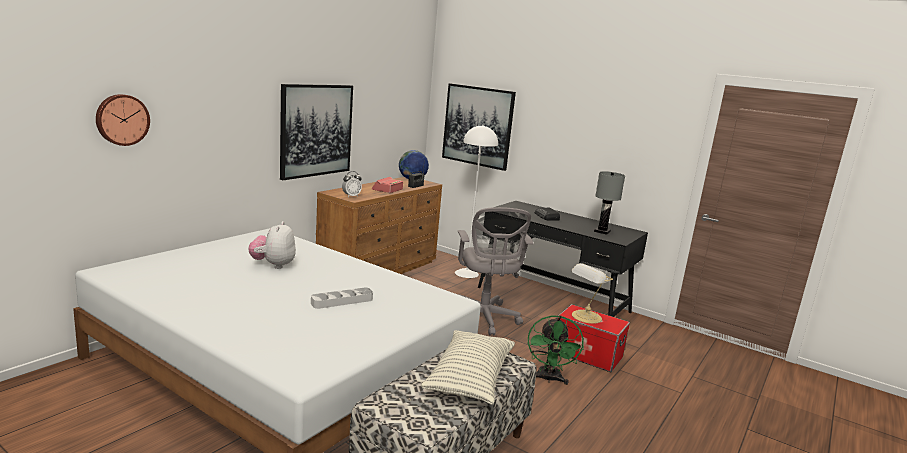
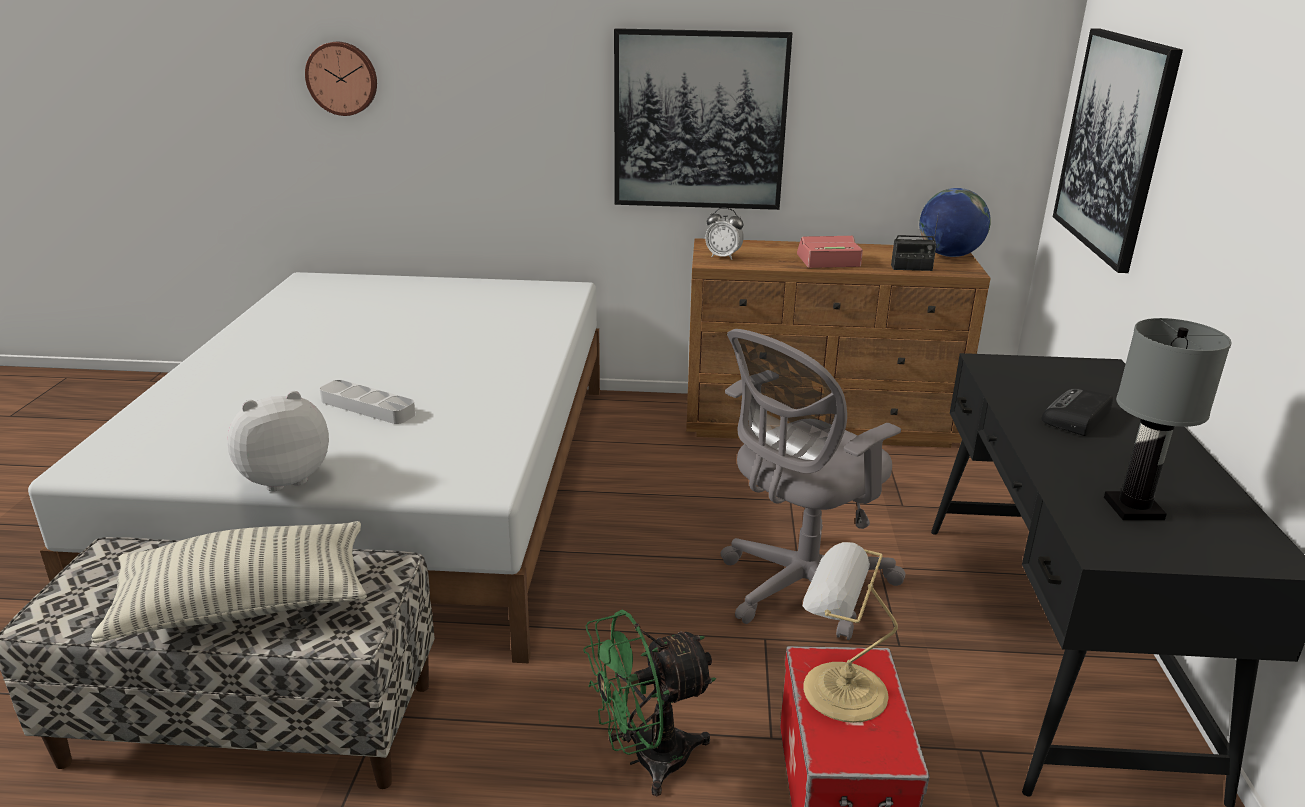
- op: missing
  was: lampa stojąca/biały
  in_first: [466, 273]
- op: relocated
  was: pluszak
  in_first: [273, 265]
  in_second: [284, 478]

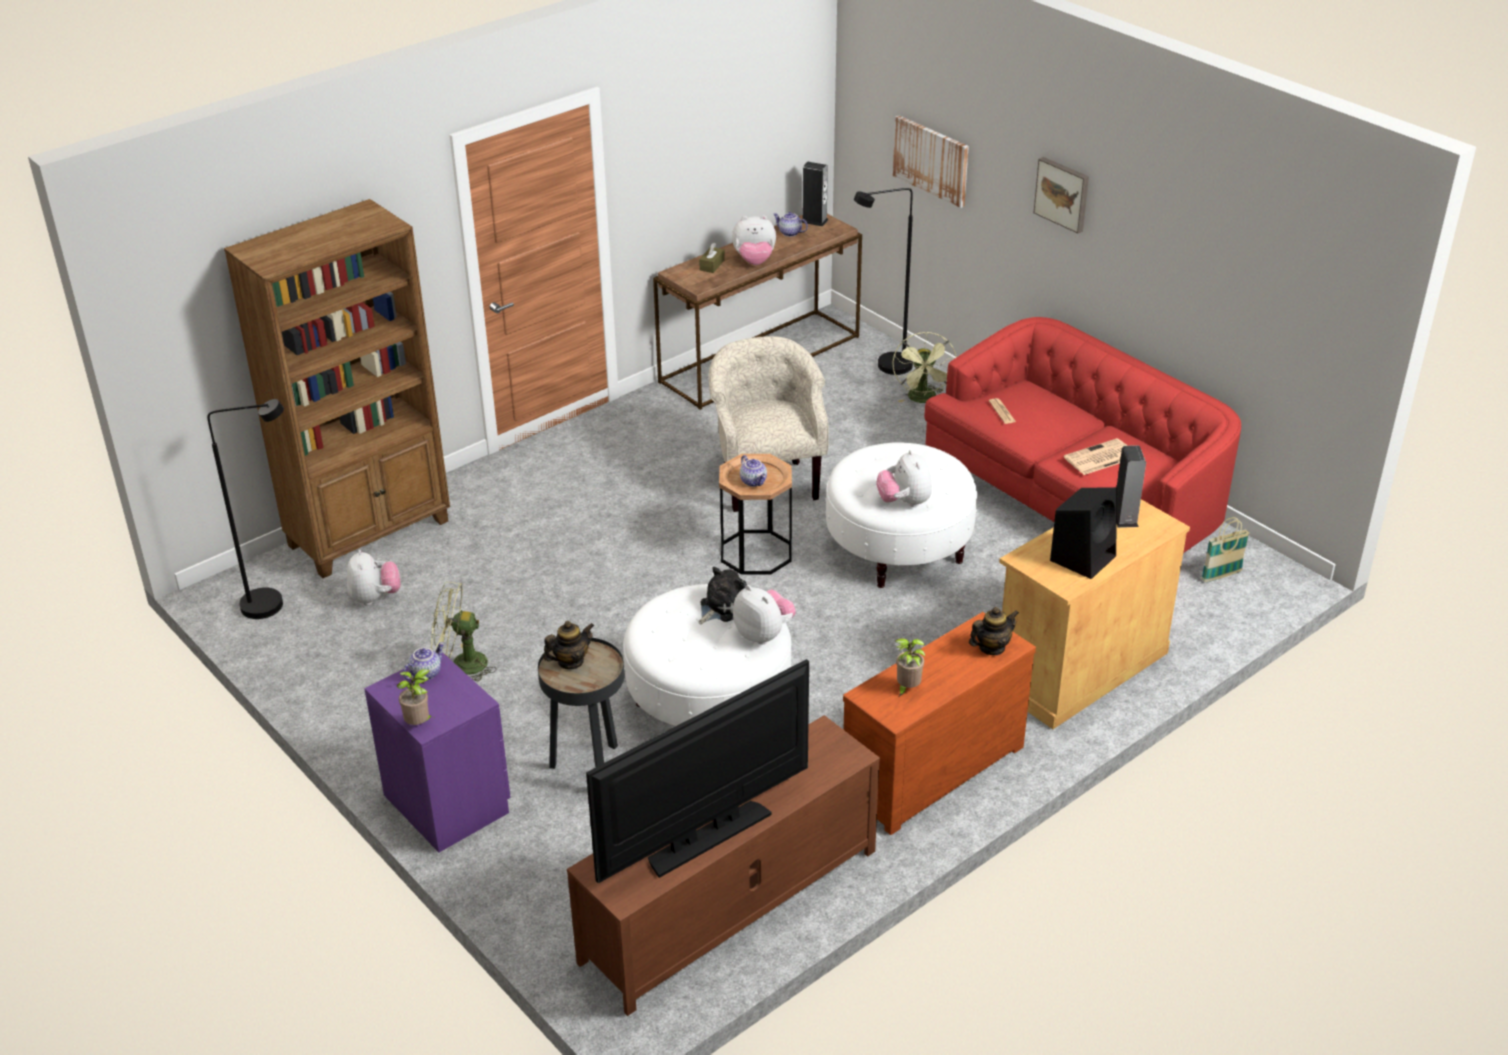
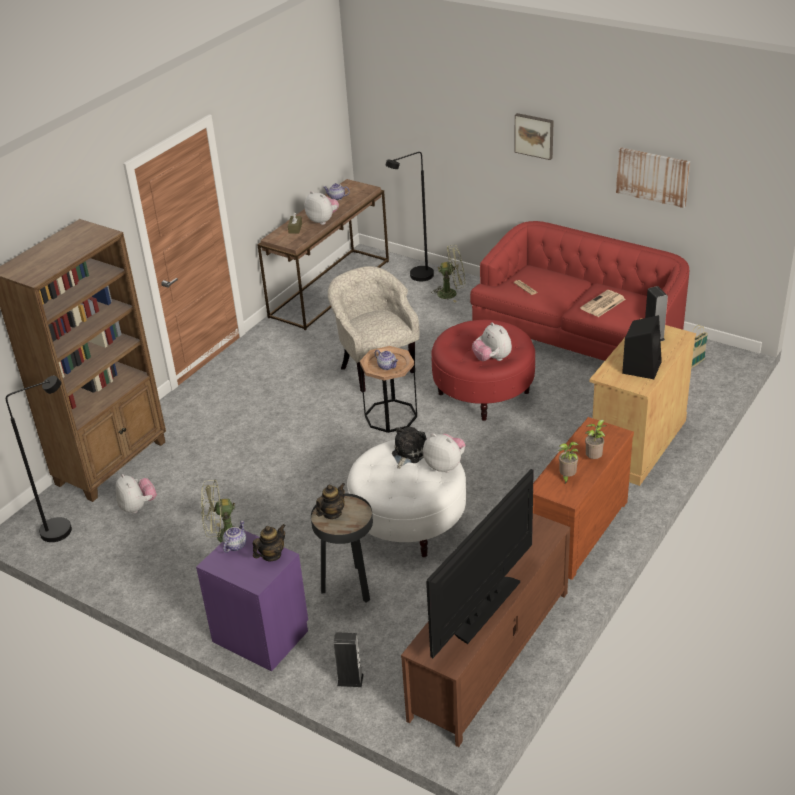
- op: relocated
  was: roślina doniczkowa
  in_first: [419, 724]
  in_second: [594, 458]
- op: relocated
  was: głośnik
  in_first: [814, 221]
  in_second: [350, 680]
- op: relocated
  was: obraz
  in_first: [931, 160]
  in_second: [652, 176]
- op: relocated
  was: imbryk
  in_first: [991, 648]
  in_second: [271, 555]
- op: colour
  was: pufa/biały
  now: pufa/czerwony
  in_first: [899, 549]
  in_second: [484, 393]
- op: spun
  was: pluszak
  in_first: [754, 261]
  in_second: [323, 220]
  clockwise: -120
- op: spun
  was: wentylator/zielony
  in_first: [923, 399]
  in_second: [451, 293]
  clockwise: -75

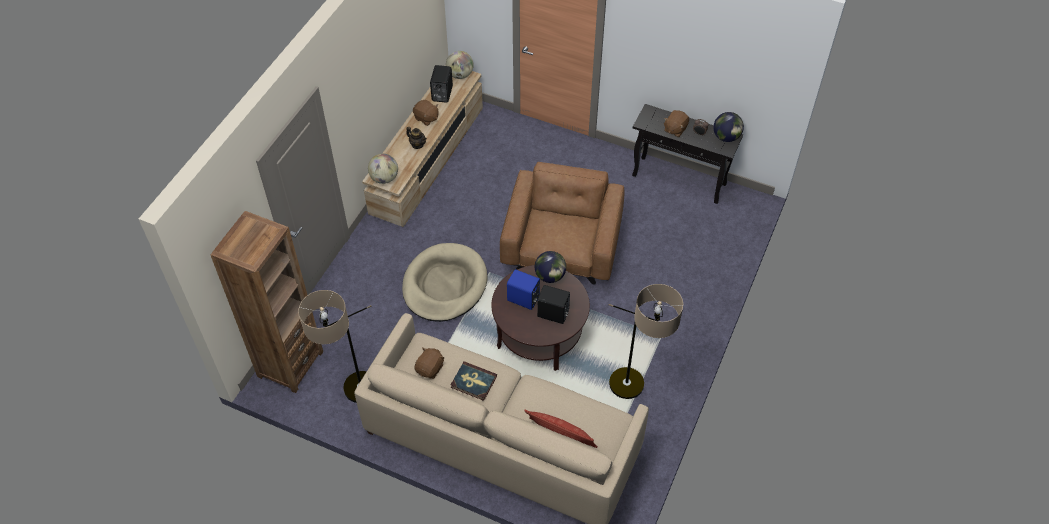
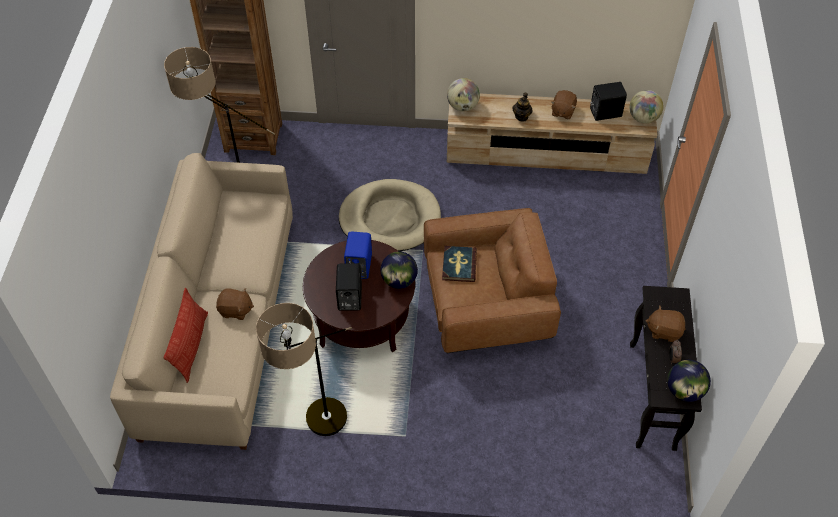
- op: relocated
  was: pluszak/brązowy
  in_first: [430, 368]
  in_second: [235, 310]
- op: relocated
  was: książka
  in_first: [473, 382]
  in_second: [459, 265]

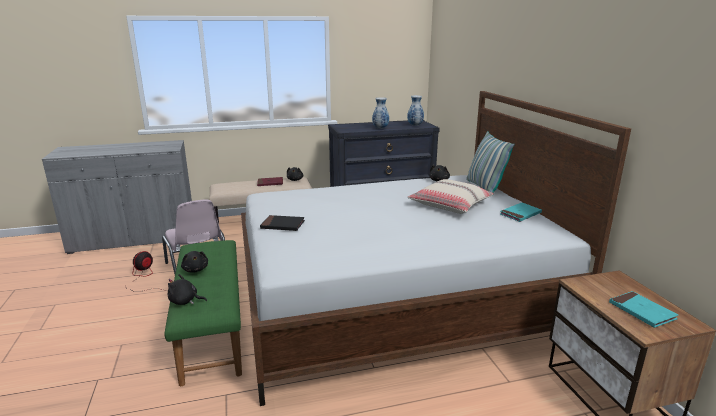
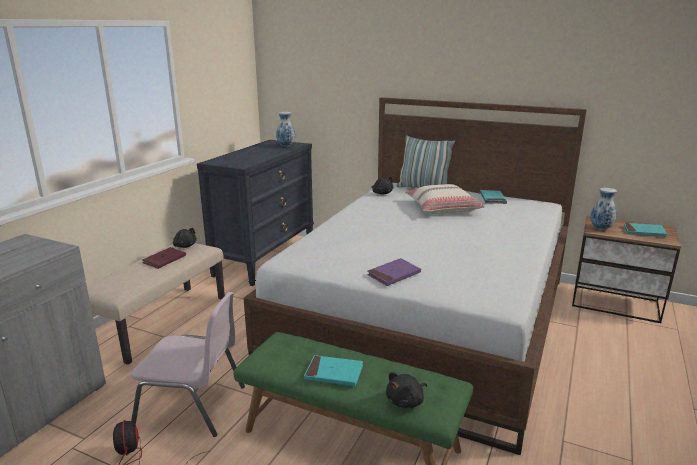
- op: relocated
  was: wazon
  in_first: [380, 128]
  in_second: [600, 228]
- op: exchanged
  was: pluszak/czarny
  now: książka/turkusowy
  in_first: [195, 269]
  in_second: [334, 373]
- op: colour
  was: książka/czarny
  now: książka/fioletowy
  in_first: [282, 225]
  in_second: [394, 274]

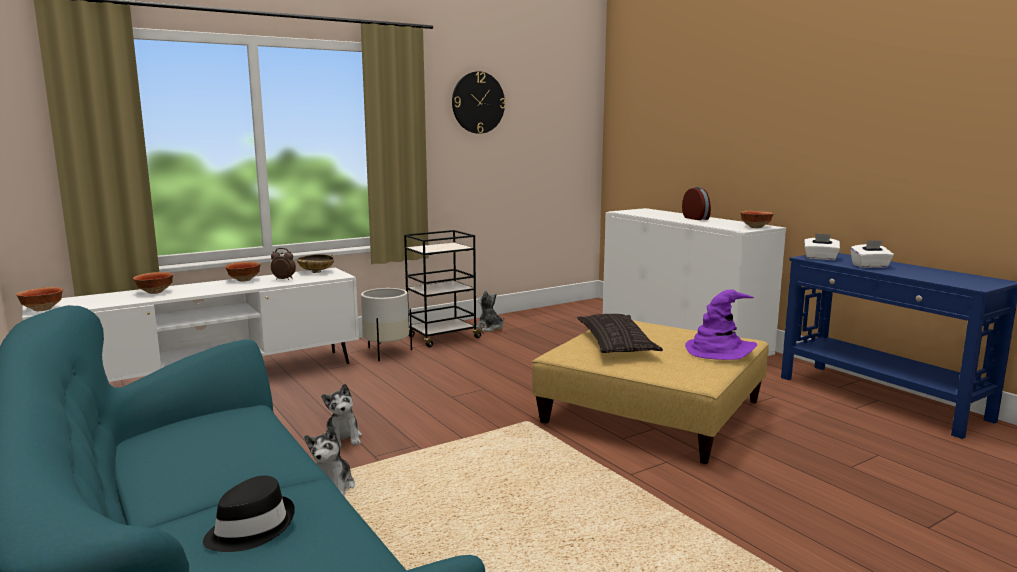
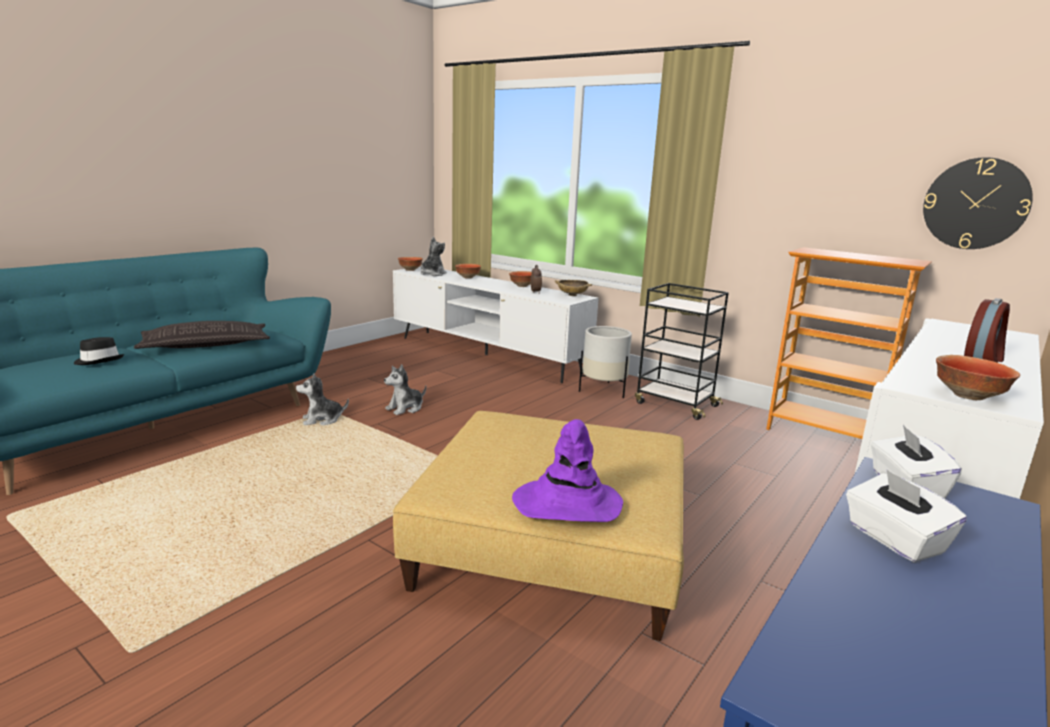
- op: appeared
  now: regał
  in_second: [823, 435]
- op: relocated
  was: zegar ścienny
  in_first: [478, 102]
  in_second: [975, 204]
- op: relocated
  was: pluszak
  in_first: [489, 328]
  in_second: [432, 274]
- op: relocated
  was: poduszka
  in_first: [616, 342]
  in_second: [206, 345]

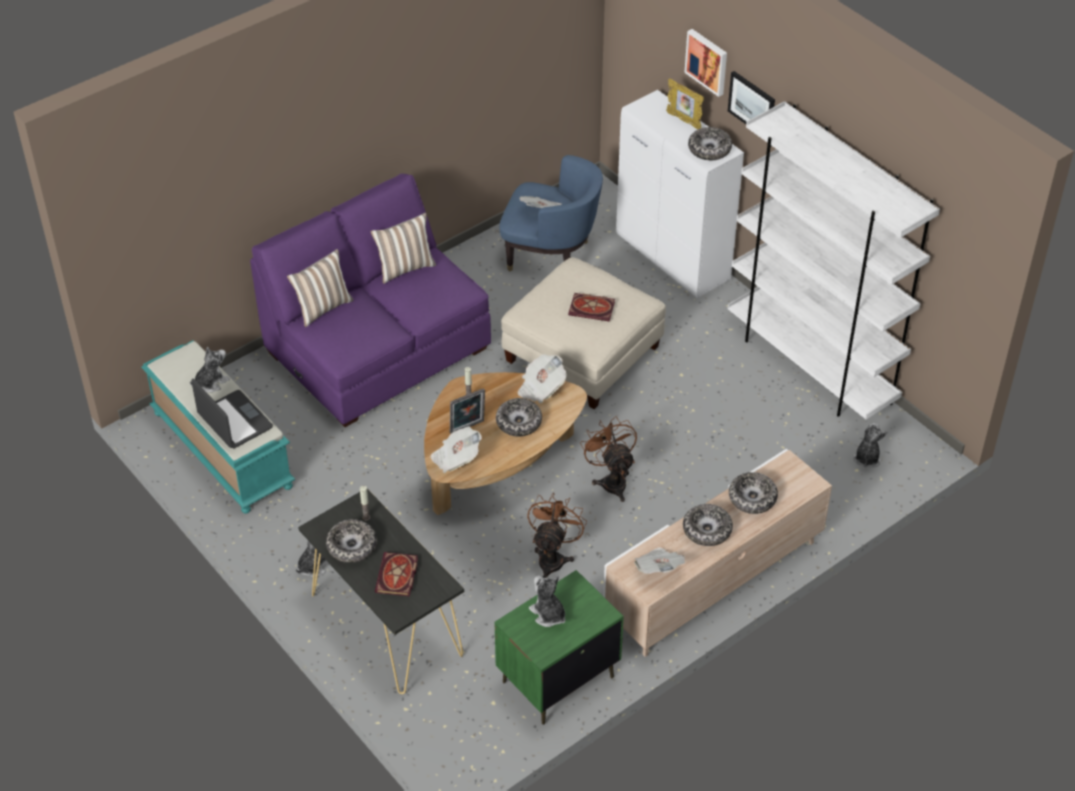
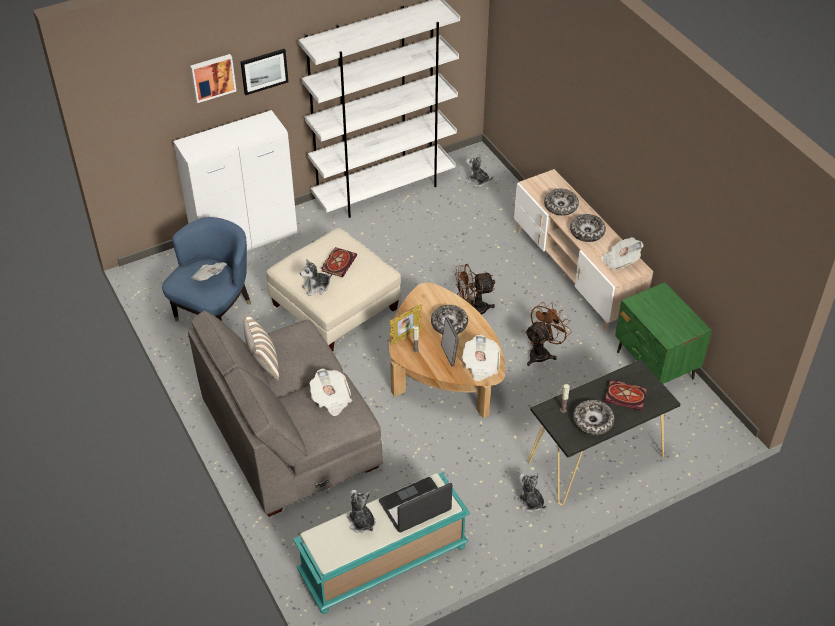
- op: missing
  was: poduszka
  in_first: [322, 308]
- op: missing
  was: miska
  in_first: [709, 149]
- op: relocated
  was: gazeta
  in_first: [541, 388]
  in_second: [331, 399]
- op: relocated
  was: pluszak
  in_first: [548, 614]
  in_second: [316, 287]
- op: relocated
  was: ramka na zdjęcie
  in_first: [684, 121]
  in_second: [405, 337]
- op: colour
  was: kanapa/fioletowy
  now: kanapa/szary
  in_first: [378, 351]
  in_second: [291, 436]
- op: spun
  was: wentylator/brązowy
  in_first: [553, 558]
  in_second: [542, 353]
  clockwise: 105

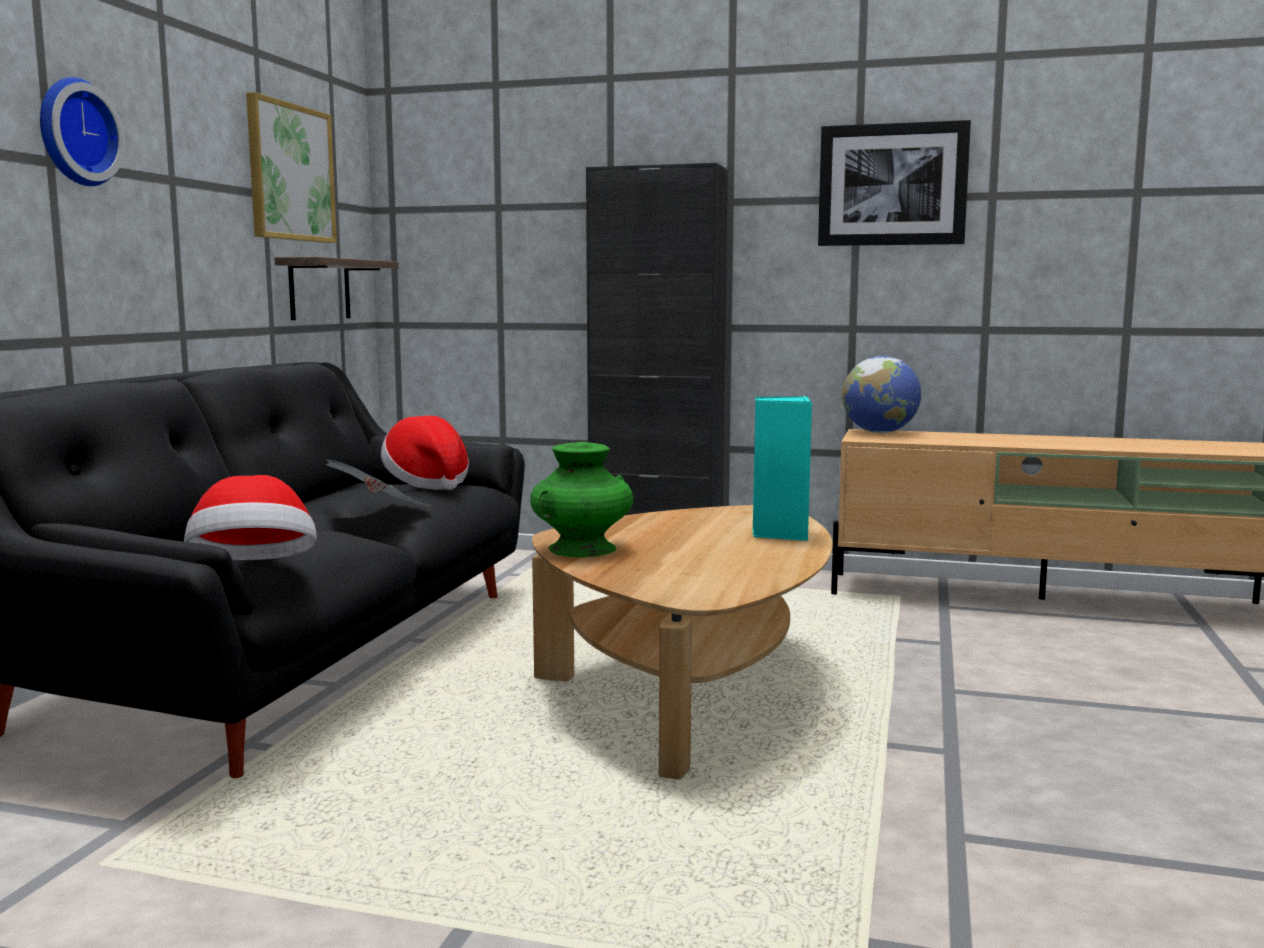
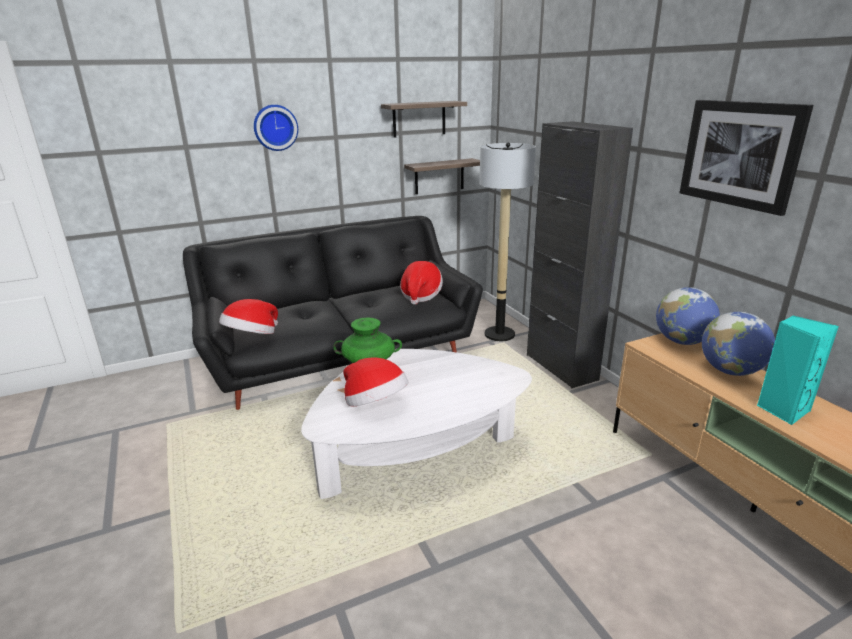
- op: missing
  was: gazeta
  in_first: [379, 510]
- op: appeared
  now: kapelusz
  in_second: [375, 404]
- op: appeared
  now: lampa stojąca
  in_second: [499, 334]
- op: appeared
  now: globus
  in_second: [730, 371]
- op: relocated
  was: głośnik/turkusowy
  in_first: [780, 533]
  in_second: [782, 409]
- op: exchanged
  was: obraz
  now: półka
  in_first: [290, 173]
  in_second: [419, 119]
- op: colour
  was: ława/brązowy
  now: ława/biały
  in_first: [692, 691]
  in_second: [417, 456]

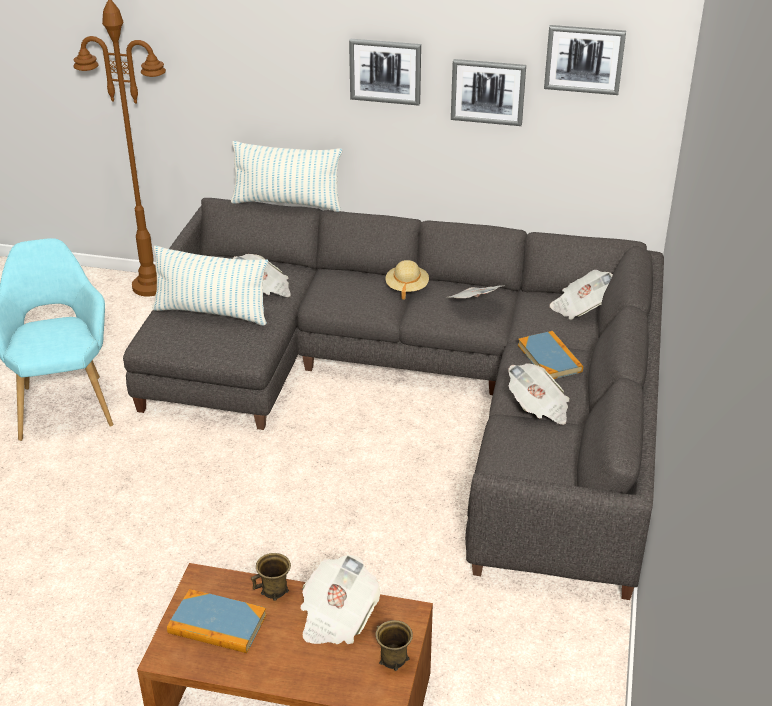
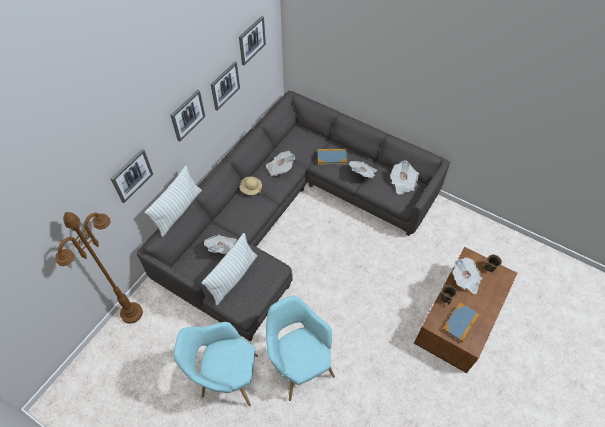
- op: appeared
  now: obraz
  in_second: [131, 175]
- op: appeared
  now: fotel/turkusowy
  in_second: [299, 363]
- op: relocated
  was: gazeta
  in_first: [580, 308]
  in_second: [402, 183]

